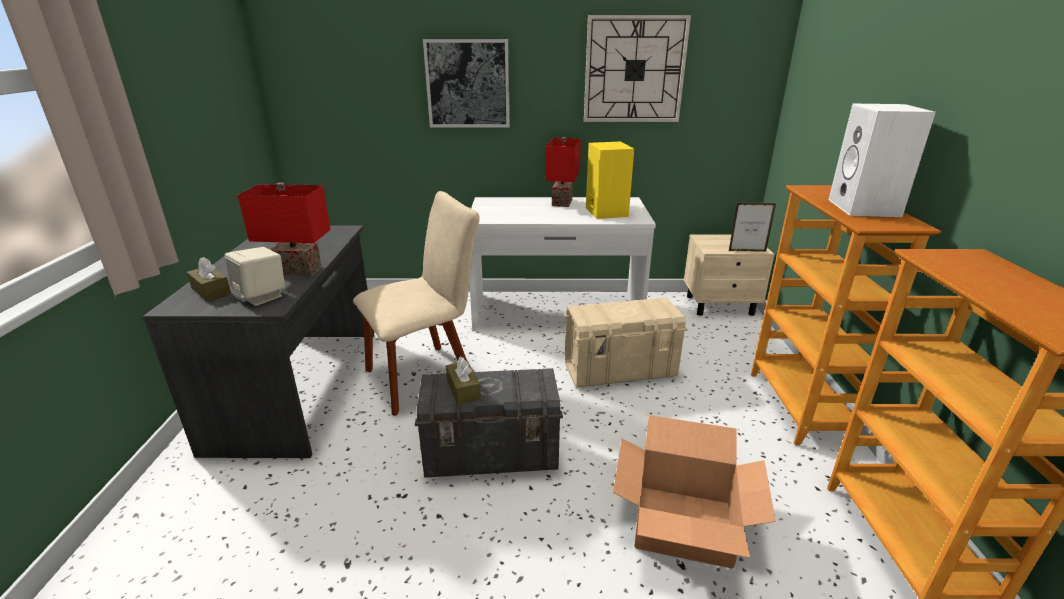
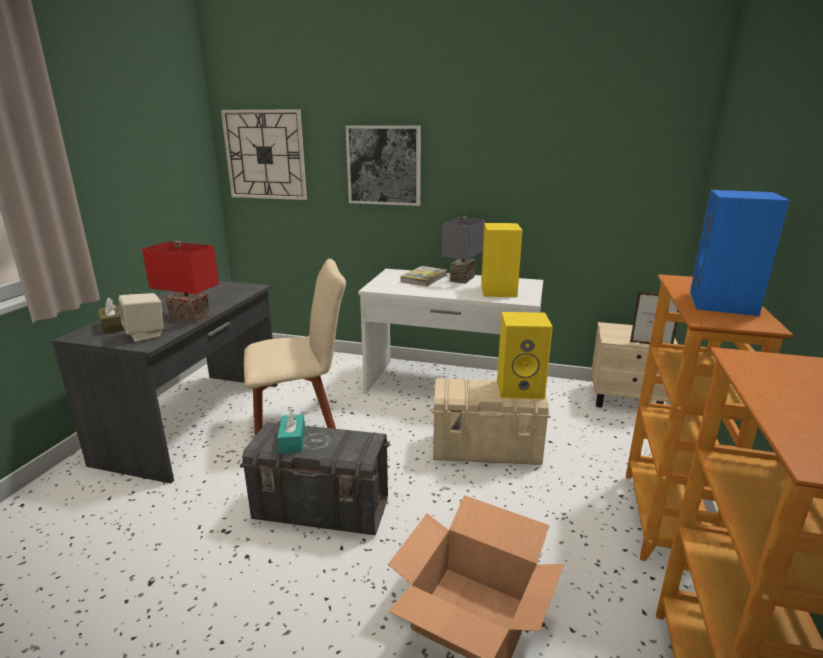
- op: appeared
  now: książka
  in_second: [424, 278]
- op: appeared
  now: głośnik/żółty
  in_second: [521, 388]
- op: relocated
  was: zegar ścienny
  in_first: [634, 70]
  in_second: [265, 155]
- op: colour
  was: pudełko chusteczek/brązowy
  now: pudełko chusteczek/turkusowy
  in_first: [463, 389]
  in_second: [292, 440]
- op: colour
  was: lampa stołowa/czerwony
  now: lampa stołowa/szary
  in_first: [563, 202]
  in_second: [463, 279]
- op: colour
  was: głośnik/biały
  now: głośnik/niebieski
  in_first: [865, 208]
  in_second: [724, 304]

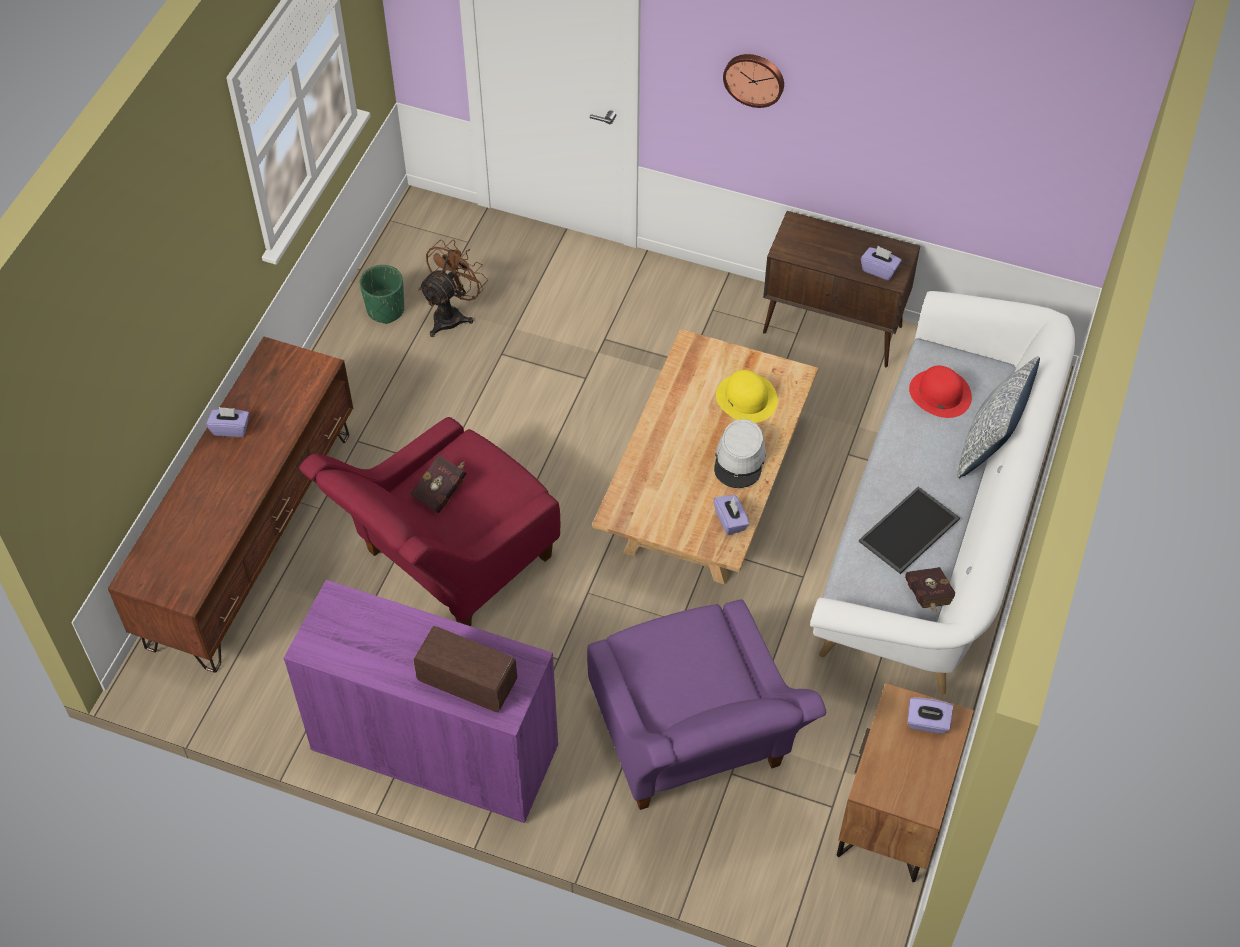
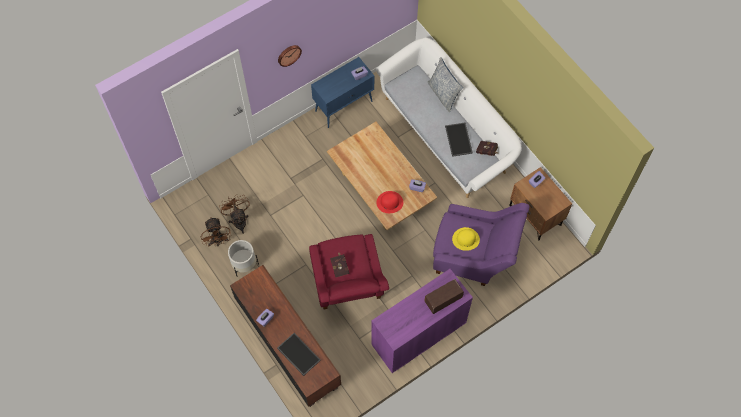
- op: missing
  was: kapelusz/szary
  in_first: [740, 459]
- op: appeared
  now: donica/biały
  in_second: [244, 264]
- op: appeared
  now: taca
  in_second: [298, 354]
- op: relocated
  was: kapelusz/żółty
  in_first: [746, 398]
  in_second: [466, 239]
- op: relocated
  was: kapelusz/czerwony
  in_first: [939, 393]
  in_second: [389, 202]
- op: exchanged
  was: donica/zielony
  now: wentylator/brązowy
  in_first: [385, 310]
  in_second: [218, 241]
- op: colour
  was: szafka/brązowy
  now: szafka/niebieski
  in_first: [833, 330]
  in_second: [344, 106]

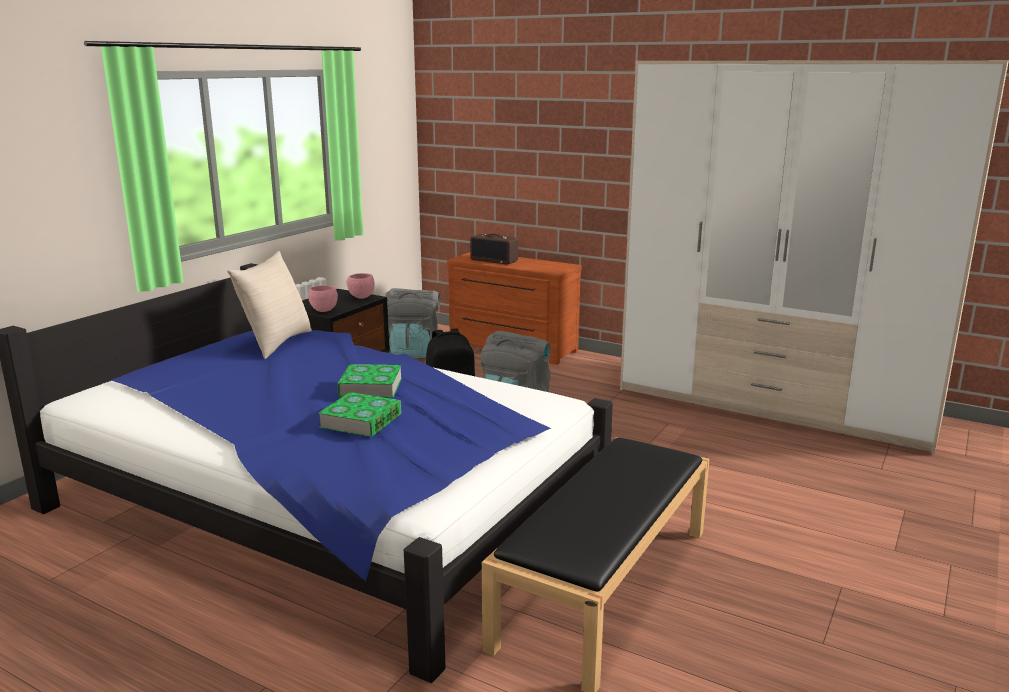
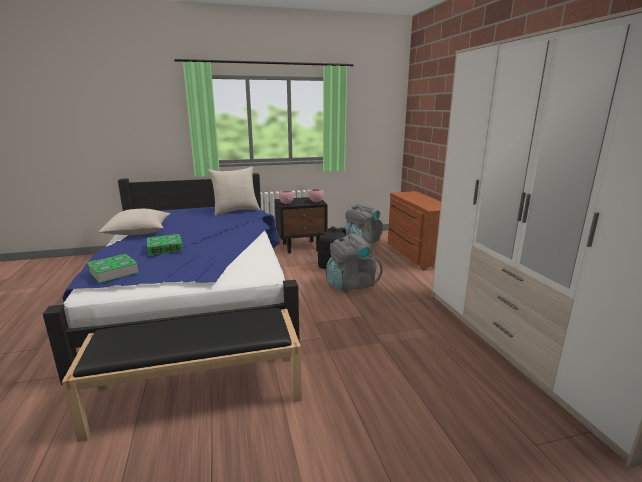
- op: missing
  was: radio
  in_first: [494, 260]
- op: appeared
  now: poduszka/beżowy
  in_second: [138, 232]
- op: relocated
  was: książka
  in_first: [370, 387]
  in_second: [113, 271]

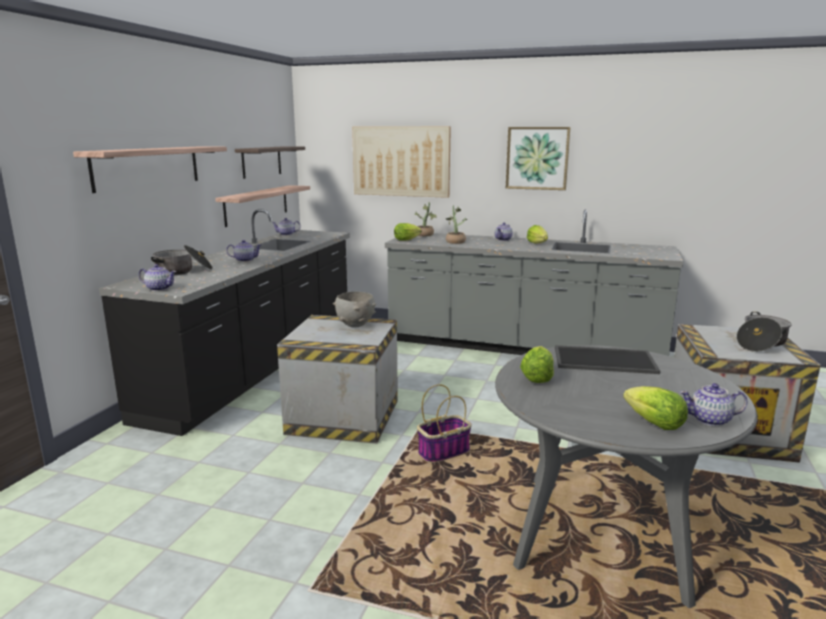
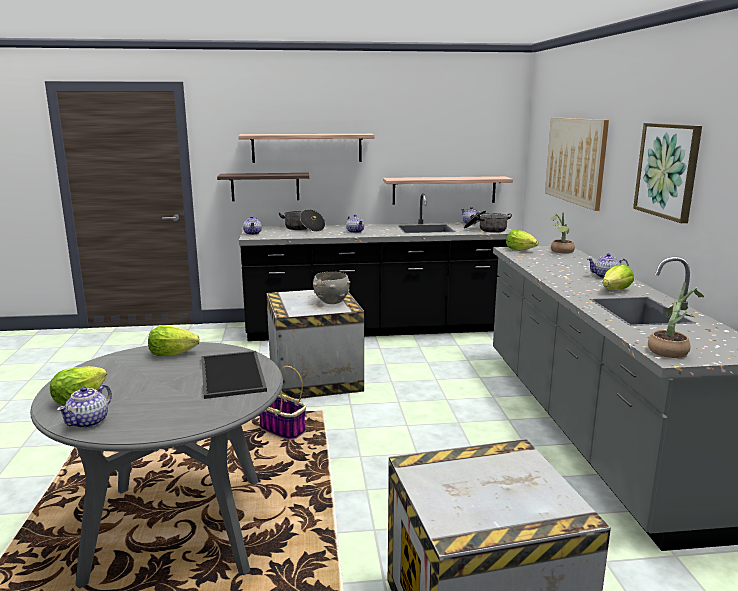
- op: relocated
  was: półka
  in_first: [261, 161]
  in_second: [265, 186]
- op: relocated
  was: roślina doniczkowa
  in_first: [455, 241]
  in_second: [670, 350]
- op: relocated
  was: garnek
  in_first: [761, 343]
  in_second: [486, 230]
- op: spun
  was: imbryk
  in_first: [710, 420]
  in_second: [89, 422]
  clockwise: -135

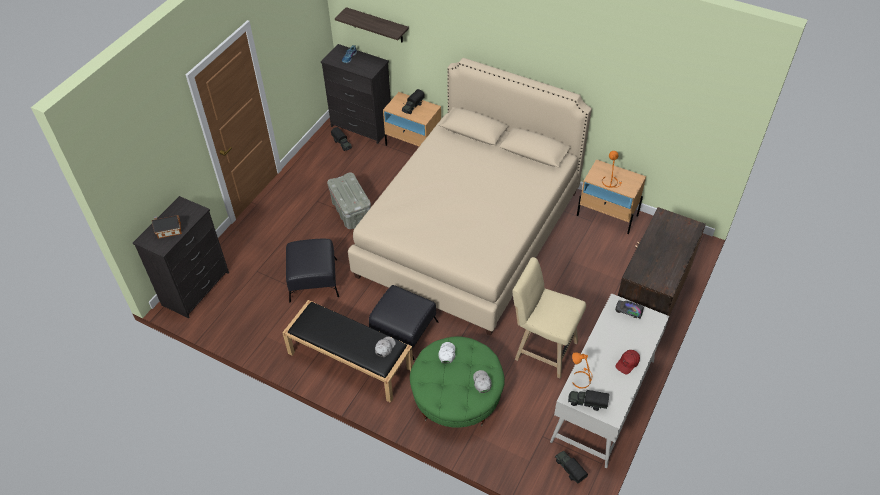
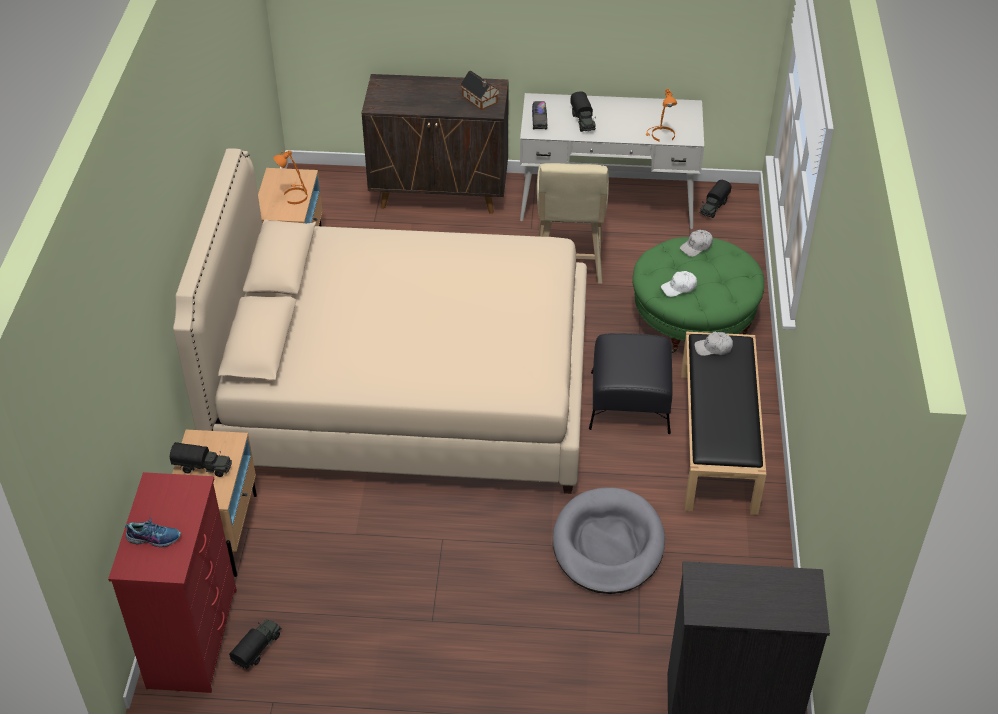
- op: missing
  was: pojemnik do przechowywania/szary
  in_first: [351, 212]
- op: missing
  was: półka
  in_first: [377, 25]
- op: missing
  was: czapka z daszkiem/czerwony
  in_first: [627, 363]
- op: relocated
  was: domek
  in_first: [168, 230]
  in_second: [480, 100]
- op: relocated
  was: ciężarówka zabawkowa
  in_first: [587, 403]
  in_second: [583, 121]
- op: exchanged
  was: pufa/czarny
  now: legowisko/szary
  in_first: [314, 280]
  in_second: [608, 544]
- op: colour
  was: komoda/czarny
  now: komoda/czerwony
  in_first: [362, 127]
  in_second: [193, 637]

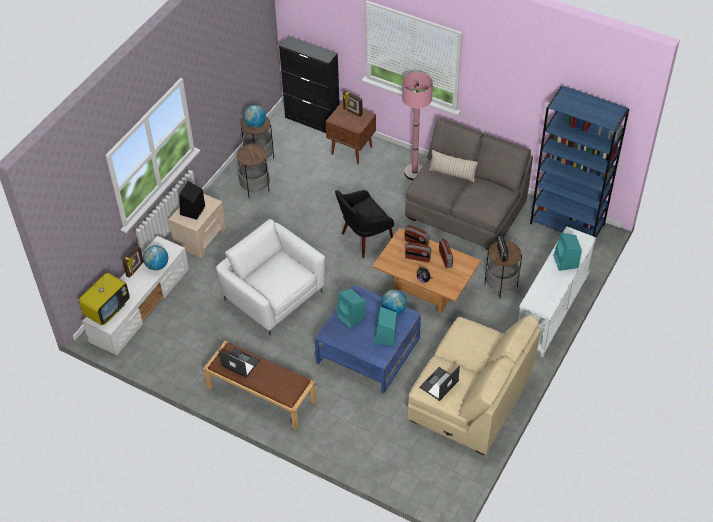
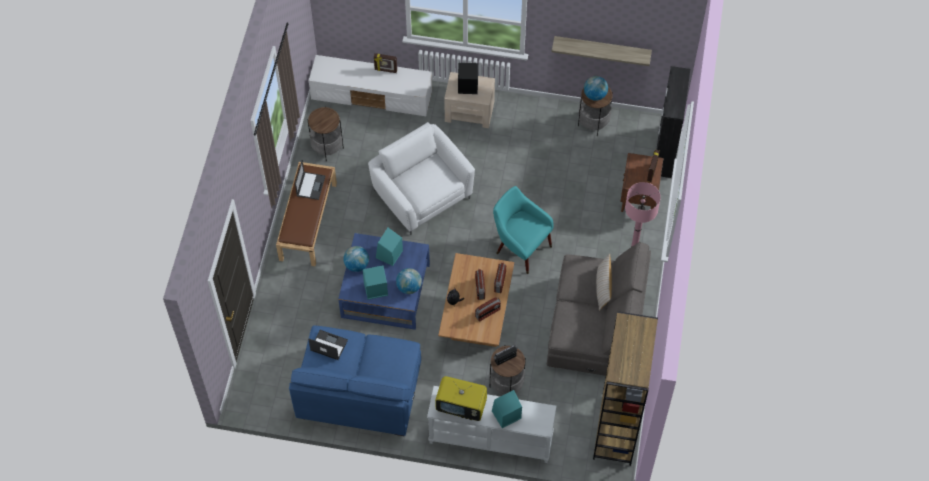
- op: appeared
  now: półka
  in_second: [602, 48]
- op: relocated
  was: telewizor
  in_first: [107, 310]
  in_second: [462, 406]
- op: relocated
  was: globus
  in_first: [157, 265]
  in_second: [357, 265]
- op: relocated
  was: stolik
  in_first: [255, 188]
  in_second: [327, 148]
- op: colour
  was: fotel/czarny
  now: fotel/turkusowy
  in_first: [364, 239]
  in_second: [521, 247]
- op: colour
  was: kanapa/beżowy
  now: kanapa/niebieski
  in_first: [470, 397]
  in_second: [359, 391]
- op: colour
  was: regał/niebieski
  now: regał/brązowy
  in_first: [567, 224]
  in_second: [617, 429]
- op: spun
  was: fotel/biały
  in_first: [273, 295]
  in_second: [422, 194]
  clockwise: -60

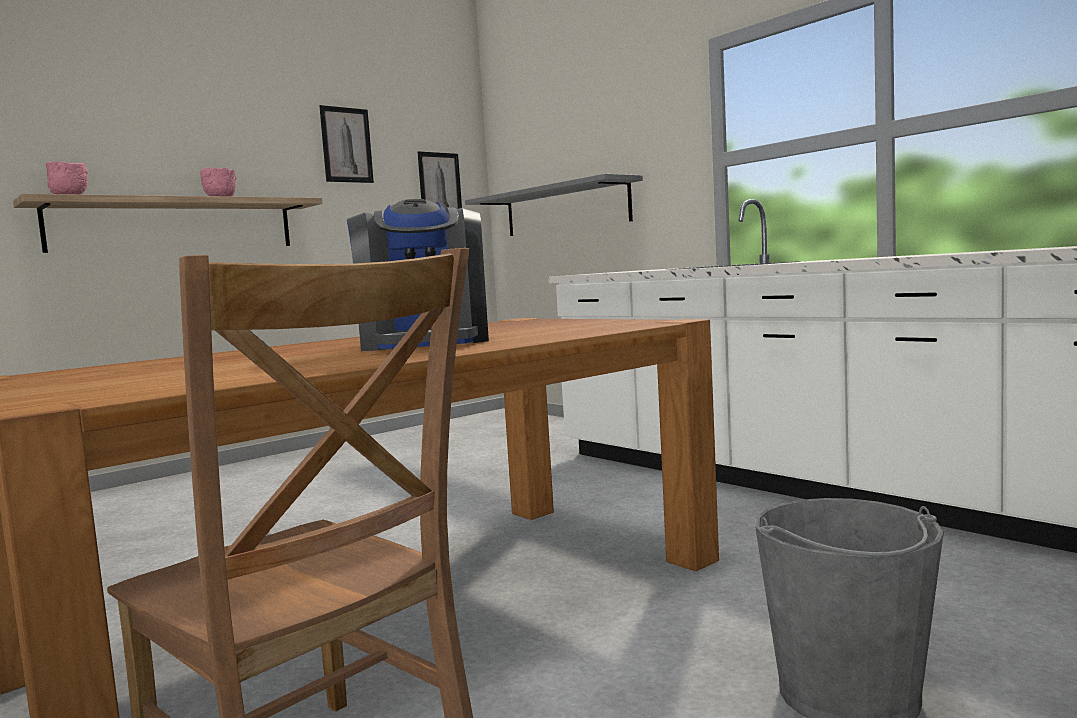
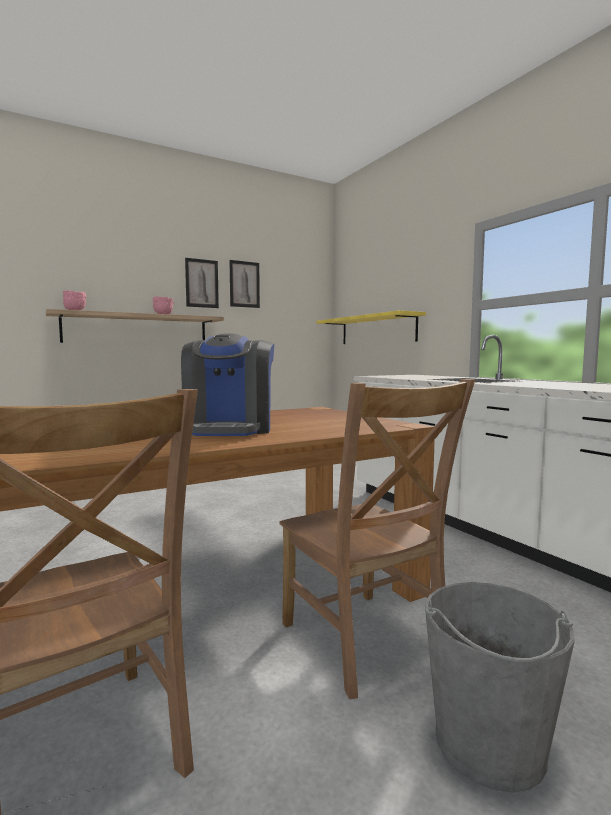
- op: appeared
  now: krzesło/brązowy
  in_second: [365, 642]
- op: relocated
  was: obraz
  in_first: [440, 186]
  in_second: [202, 283]
- op: colour
  was: półka/szary
  now: półka/żółty
  in_first: [565, 209]
  in_second: [377, 330]

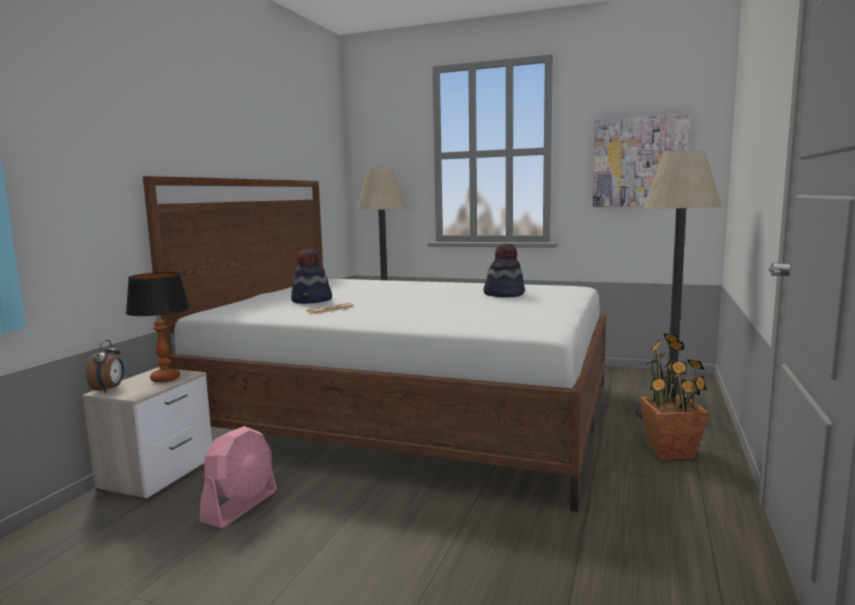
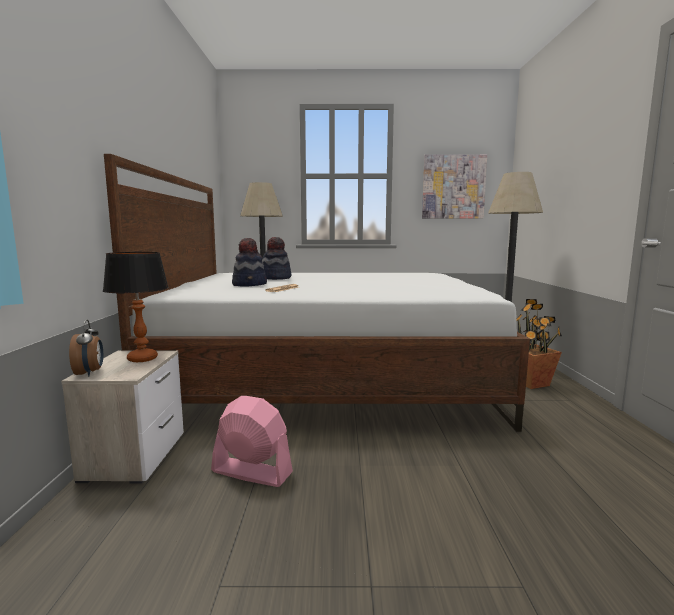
- op: relocated
  was: kapelusz
  in_first: [504, 294]
  in_second: [275, 278]
- op: spun
  was: wentylator/różowy
  in_first: [241, 506]
  in_second: [251, 472]
  clockwise: -75

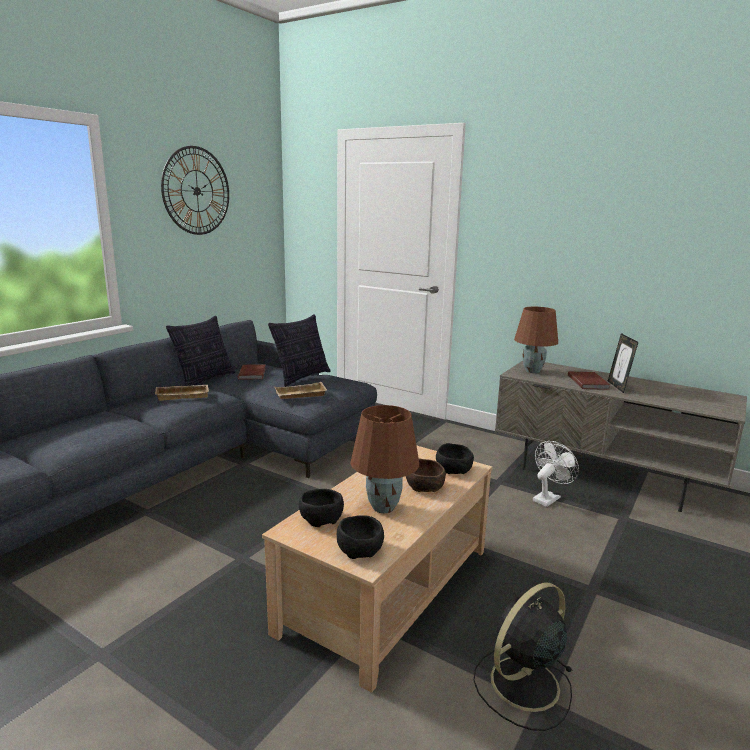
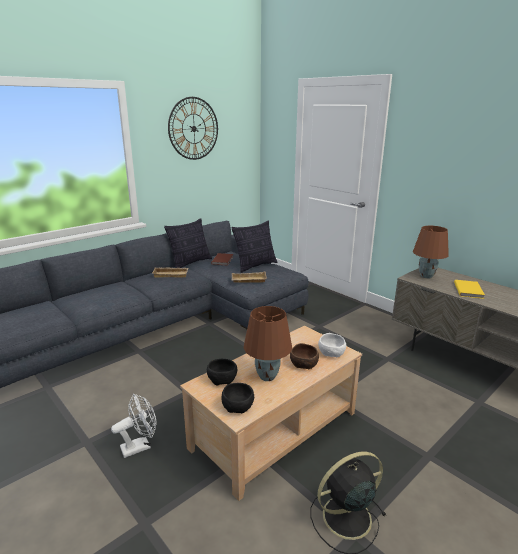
- op: missing
  was: ramka na zdjęcie
  in_first: [618, 387]
- op: relocated
  was: wentylator/biały
  in_first: [548, 498]
  in_second: [140, 446]
- op: colour
  was: miska/czarny
  now: miska/biały
  in_first: [454, 469]
  in_second: [331, 353]
- op: colour
  was: książka/brązowy
  now: książka/żółty
  in_first: [588, 382]
  in_second: [469, 290]

